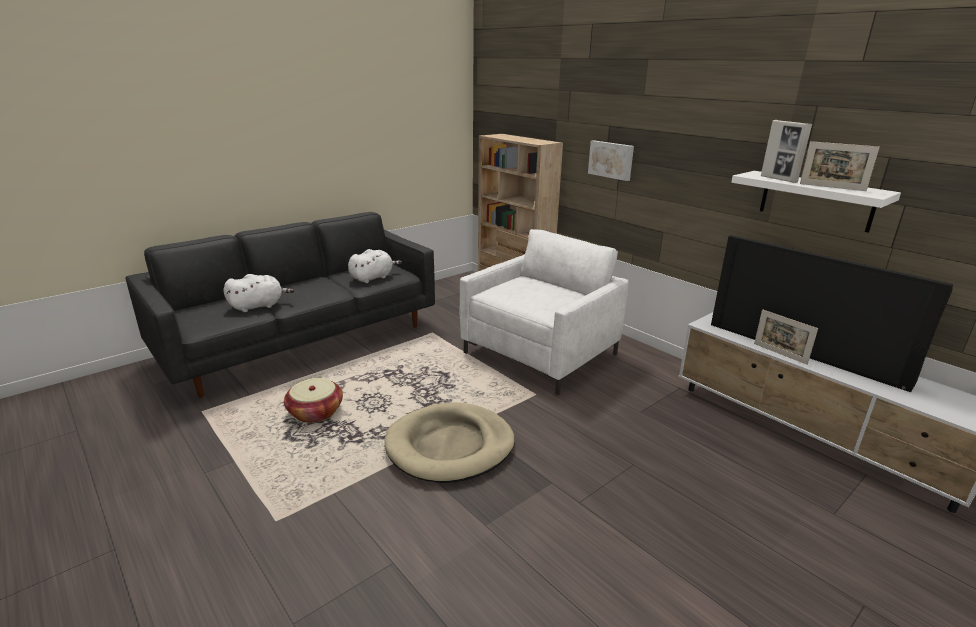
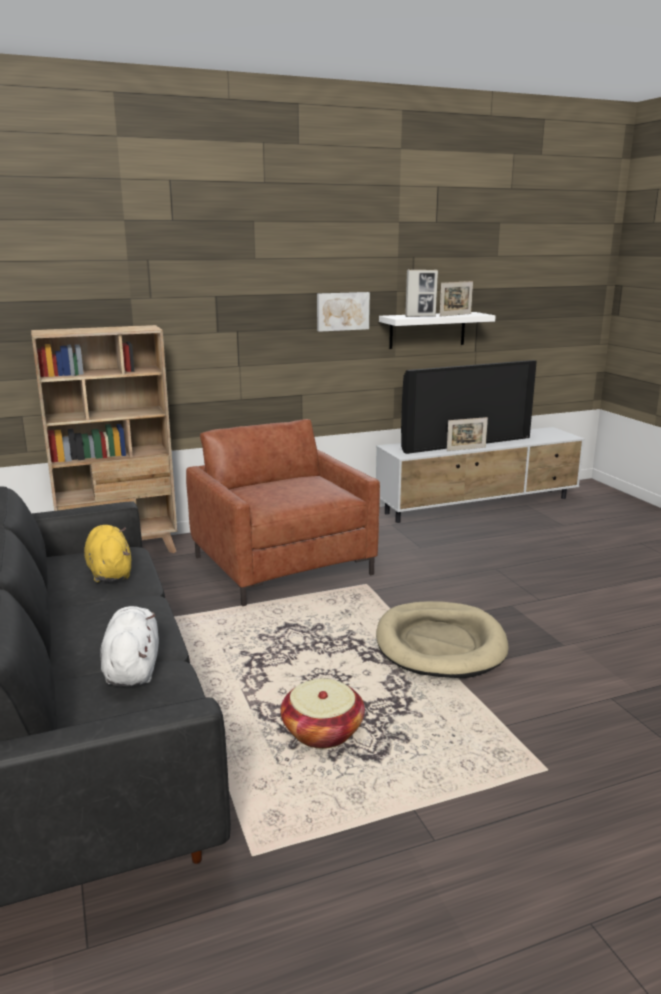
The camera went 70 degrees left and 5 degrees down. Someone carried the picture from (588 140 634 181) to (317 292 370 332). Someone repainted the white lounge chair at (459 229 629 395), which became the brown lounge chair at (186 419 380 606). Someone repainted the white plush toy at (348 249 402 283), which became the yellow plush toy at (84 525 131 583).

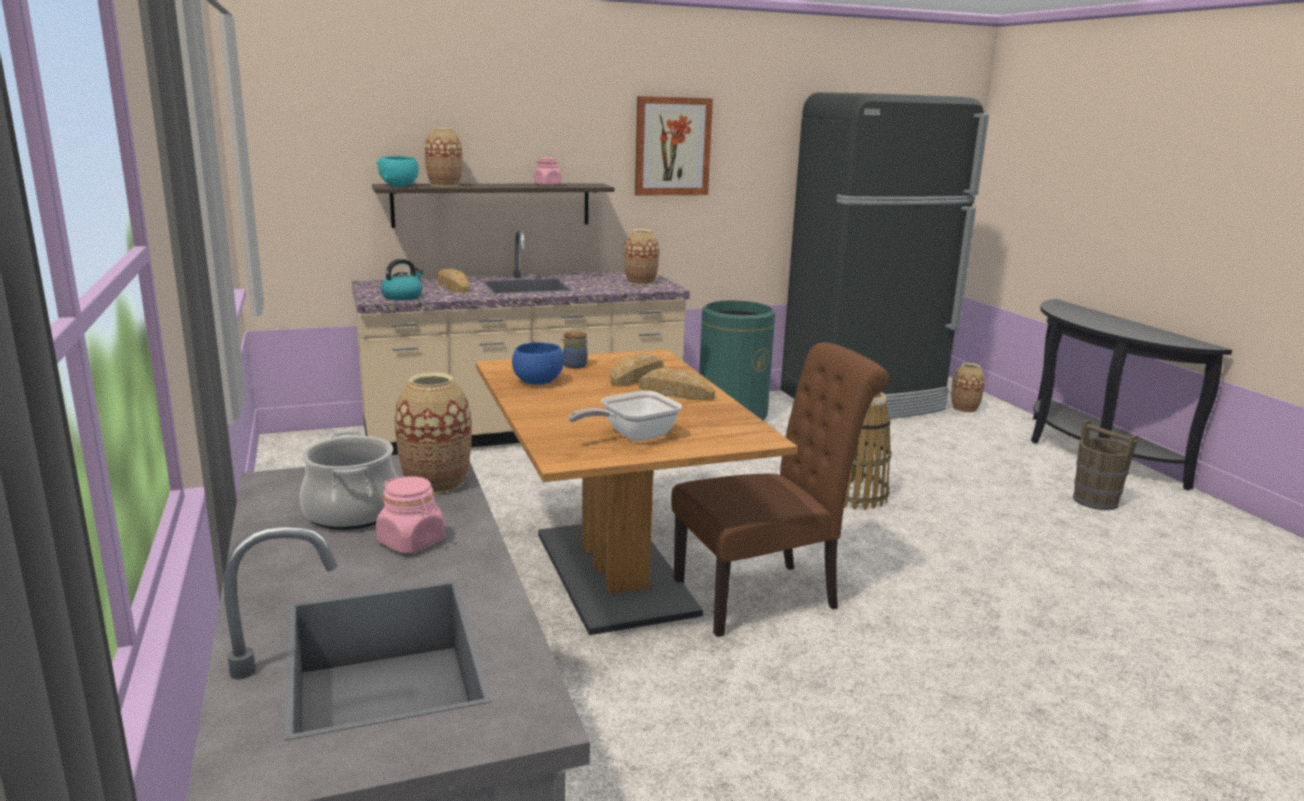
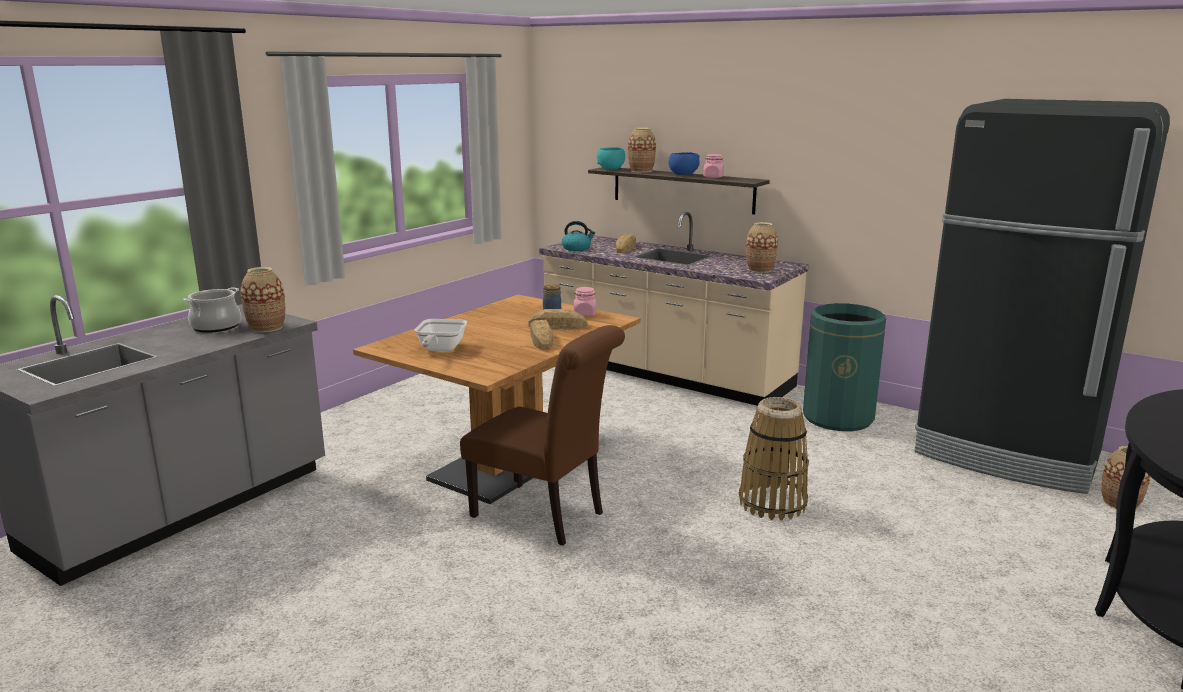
The camera went 55 degrees right and 0 degrees up. Someone took away the picture at (635 96 713 196). Someone carried the blue serving bowl from (512 342 564 385) to (669 152 700 175). Someone rotated the pan at (568 391 682 441) by 105 degrees counterclockwise. Someone took away the brown water bucket at (1073 419 1139 510). Someone carried the pinkish preserve jar from (376 476 445 554) to (574 287 596 316).

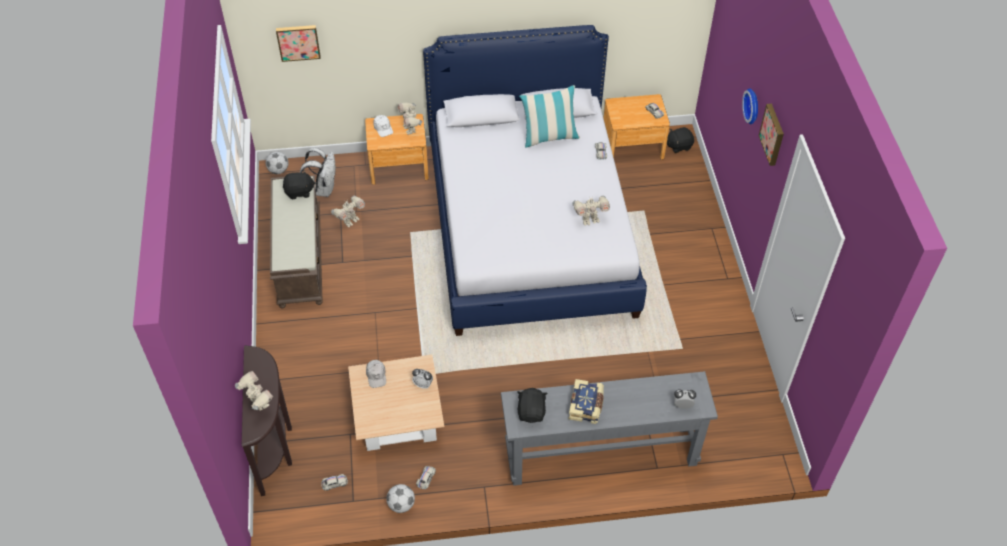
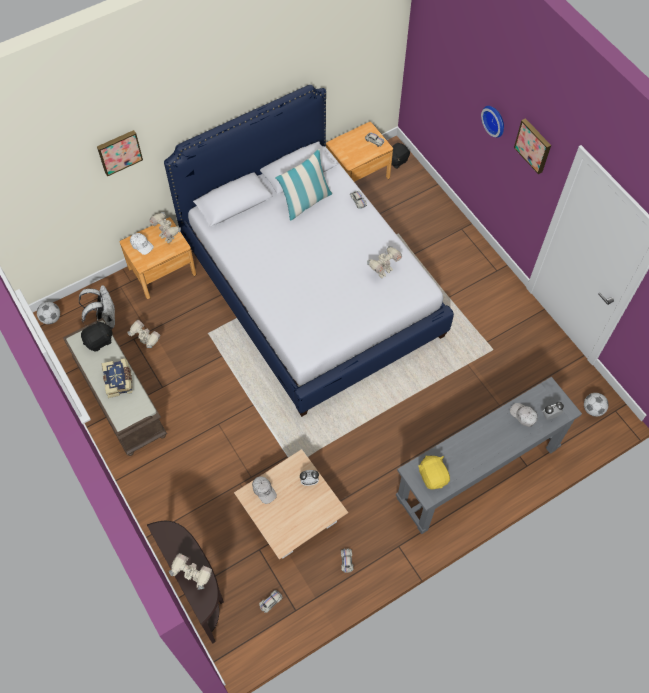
The camera went 25 degrees left and 10 degrees up. Someone carried the picture from (276 25 321 62) to (97 130 143 177). Someone rotated the model robot at (331 196 365 227) by 75 degrees counterclockwise. Someone carried the volume from (569 379 604 424) to (101 358 133 398). Someone repainted the blackish plush toy at (517 388 547 423), which became the yellow plush toy at (419 455 450 489). Someone carried the football from (386 484 415 513) to (584 393 609 417). Someone put down the white peaked cap at (510 403 538 427).

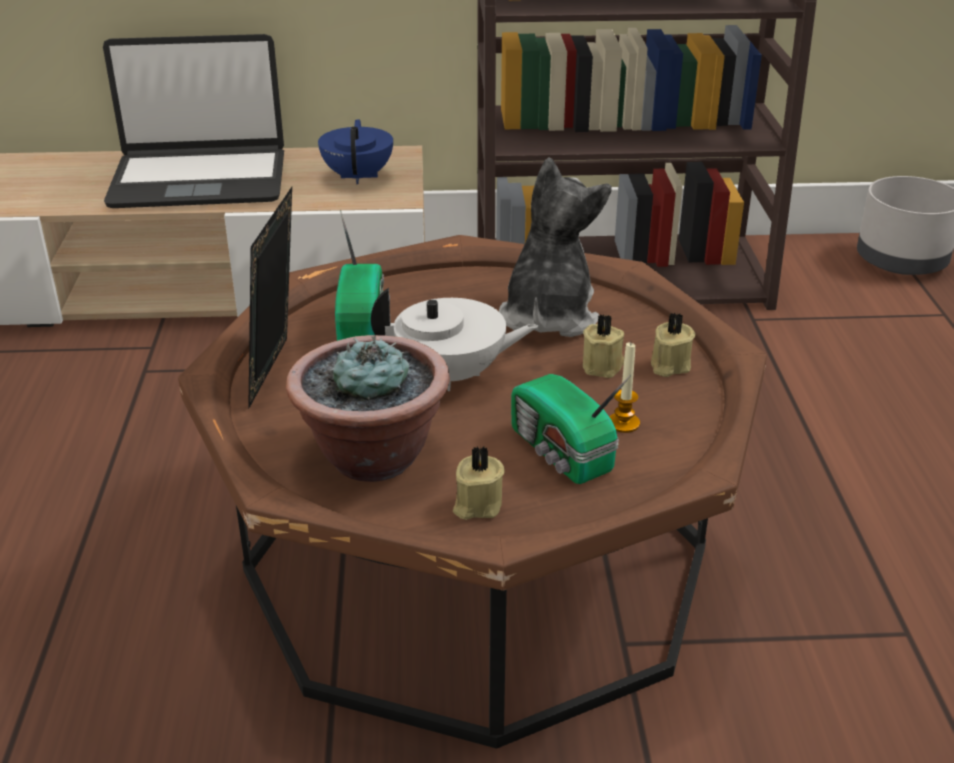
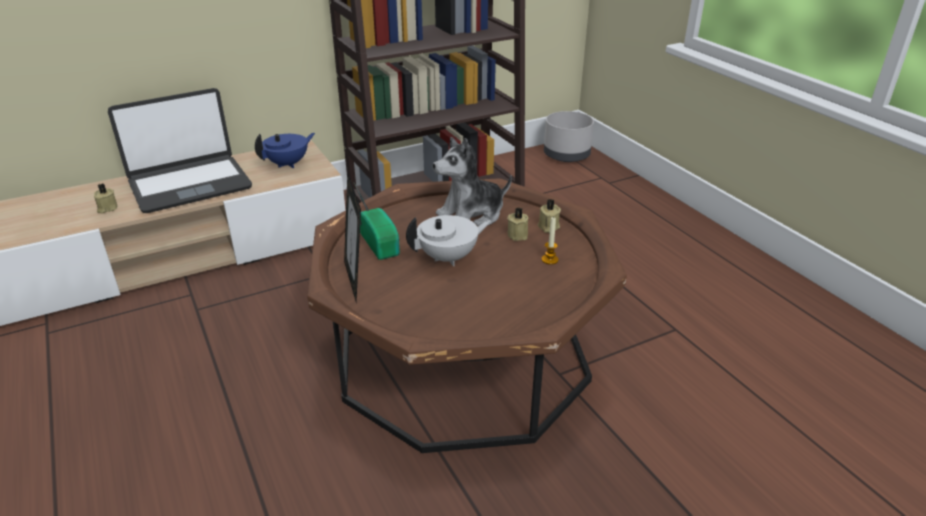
The camera went 25 degrees left and 0 degrees up. Someone rotated the blue teapot at (318 119 393 184) by 75 degrees clockwise. Someone rotated the plush toy at (499 157 612 337) by 105 degrees counterclockwise. Someone took away the plant in a pot at (286 335 450 482). Someone took away the radio receiver at (511 374 631 484). Someone carried the sand-coloured wax light from (453 446 505 520) to (94 184 118 213).

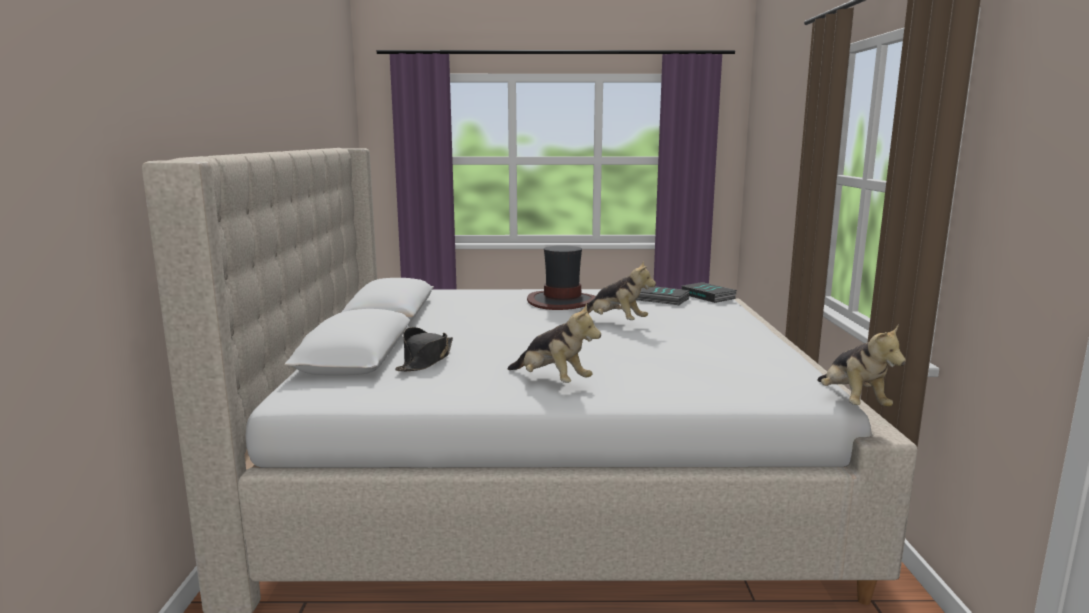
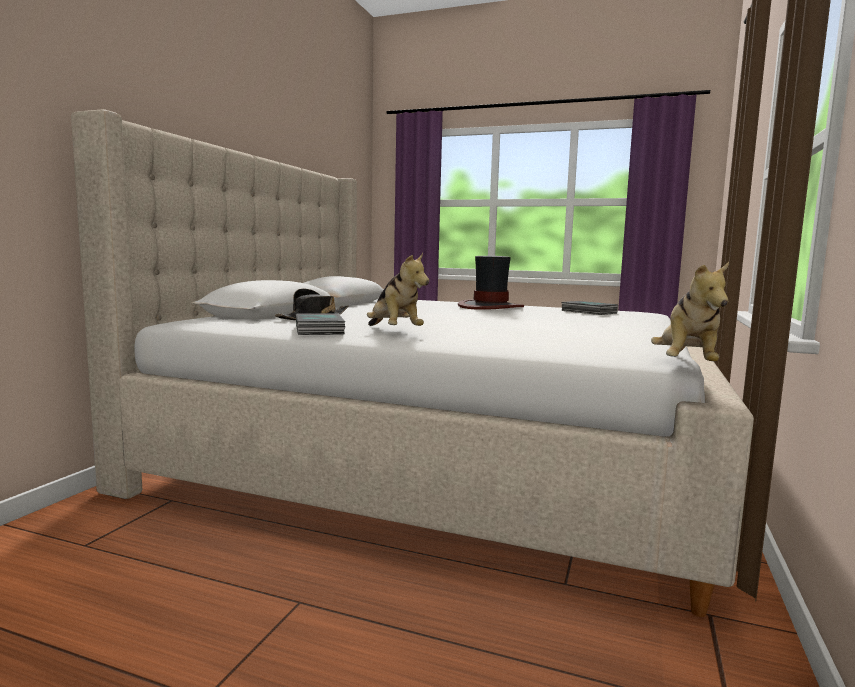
The camera went 20 degrees right and 5 degrees down. Someone took away the plush toy at (580 261 656 320). Someone carried the volume from (681 282 737 303) to (296 314 345 335).

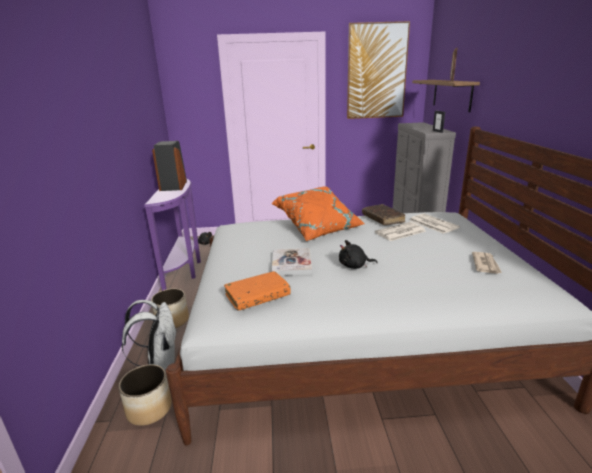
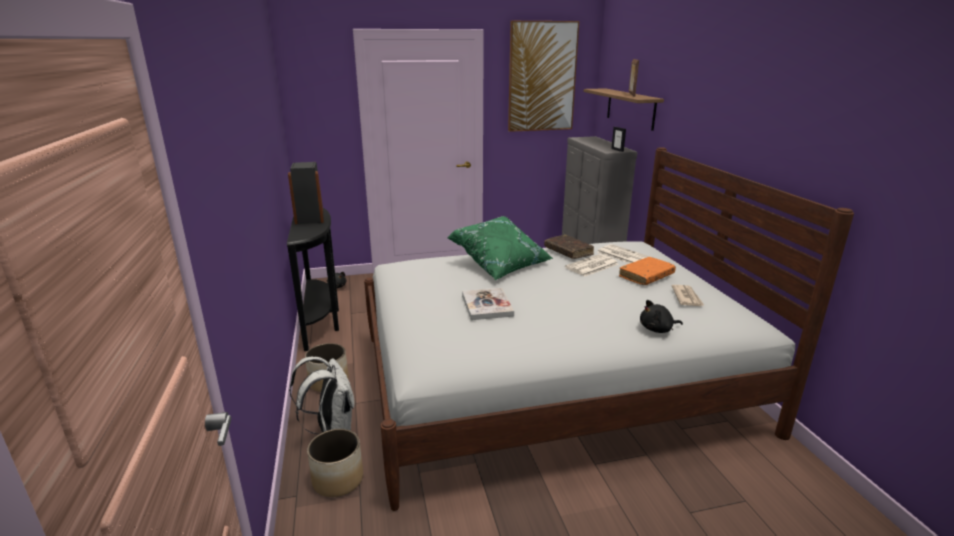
The camera went 10 degrees left and 0 degrees up. Someone repainted the purplish console table at (144 179 201 291), which became the blackish console table at (287 208 339 351). Someone repainted the orange cushion at (271 186 364 241), which became the greenish cushion at (448 216 553 280). Someone carried the blackish plush toy from (339 240 378 269) to (640 300 683 333). Someone carried the orange volume from (224 271 291 311) to (619 257 676 285).

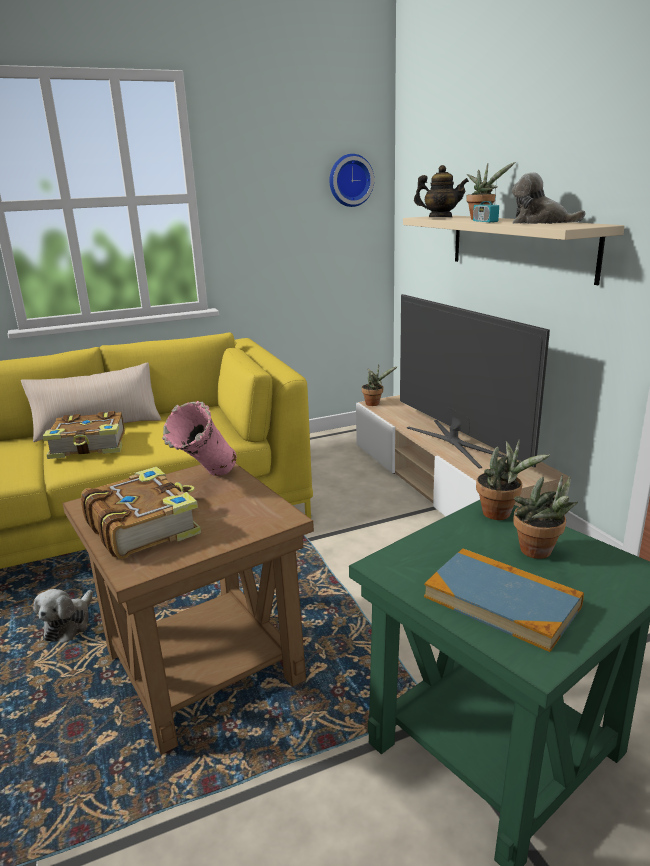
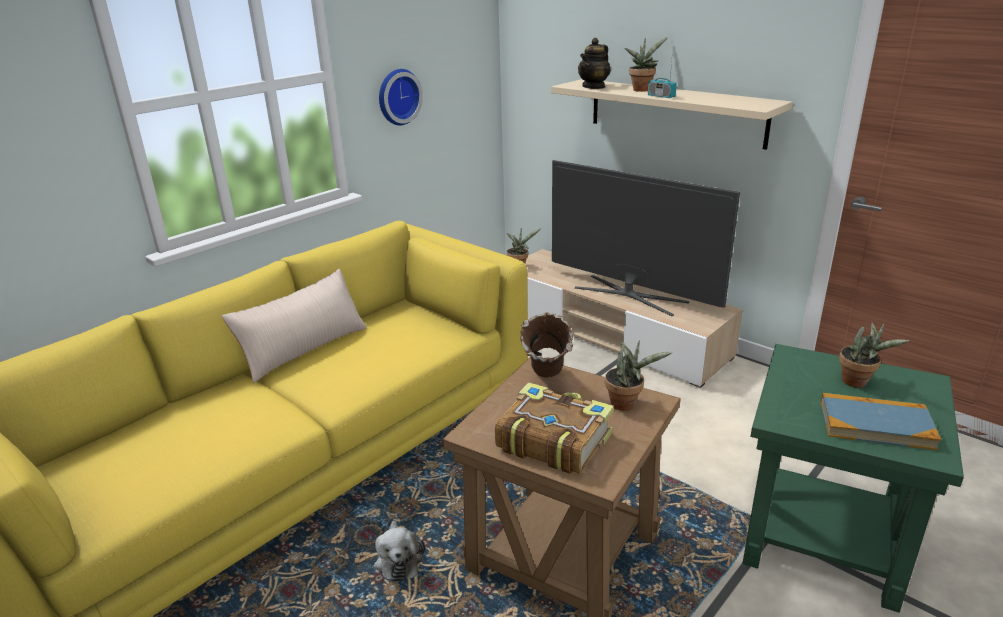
The camera went 25 degrees left and 5 degrees up. Someone carried the hanging clock from (329 154 374 207) to (379 69 423 125). Someone rotated the teapot at (414 165 469 217) by 135 degrees clockwise. Someone took away the plush toy at (512 172 585 224). Someone repainted the pinkish vase at (162 401 237 476), which became the brown vase at (520 313 573 378). Someone took away the volume at (42 411 125 459). Someone carried the plant in a pot from (476 439 550 520) to (605 340 672 411).

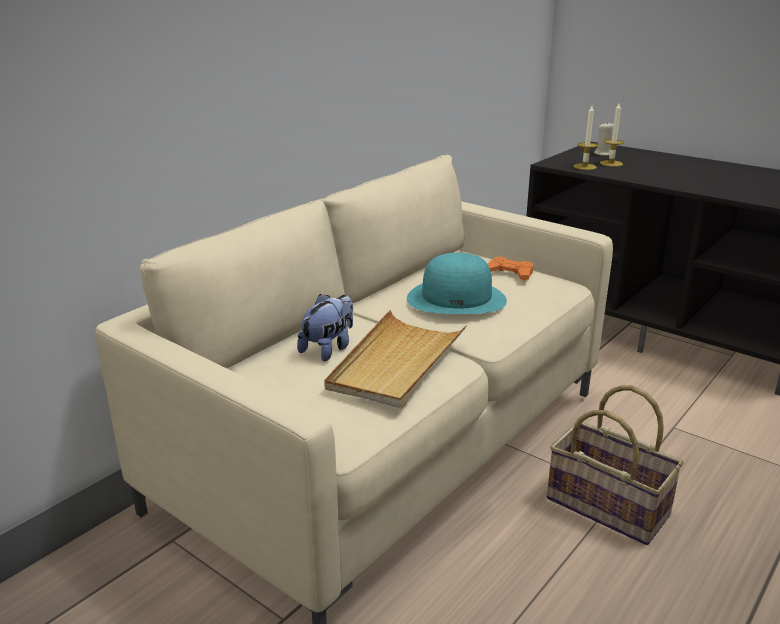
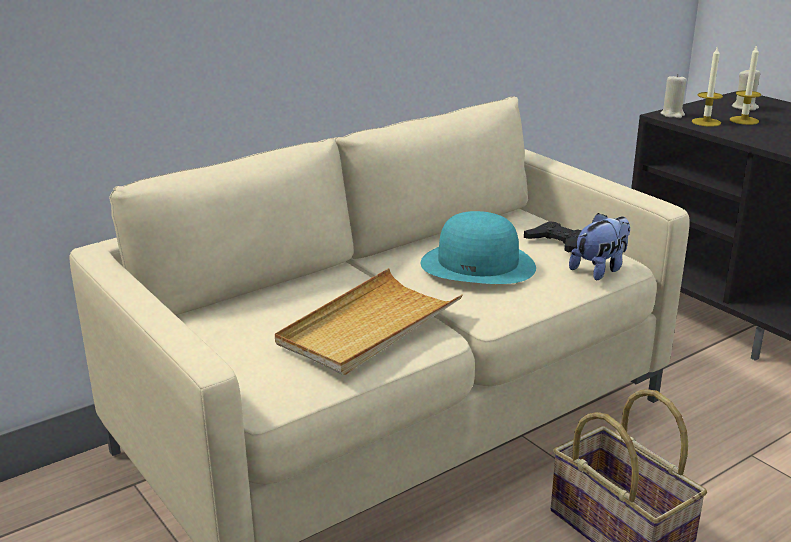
The camera went 15 degrees right and 0 degrees up. Someone repainted the orange joypad at (488 257 533 280), which became the blackish joypad at (524 221 582 252). Someone carried the plush toy from (297 294 353 361) to (569 213 630 280). Someone put down the sand-coloured wax light at (661 74 687 118).

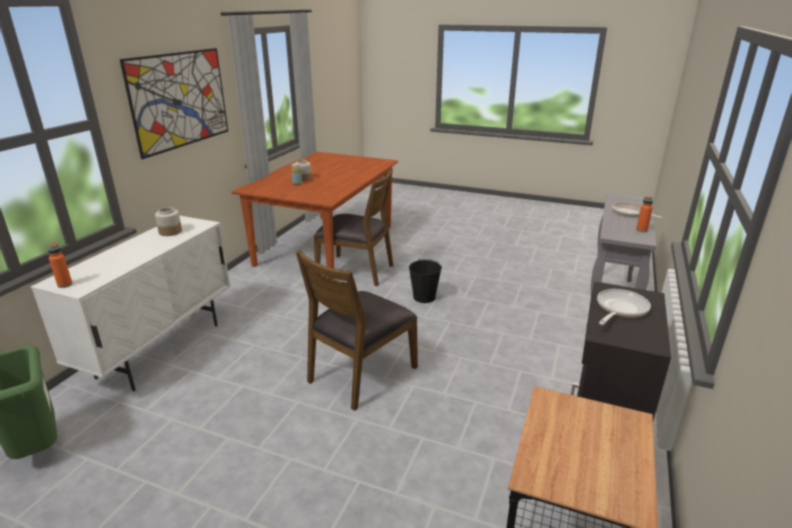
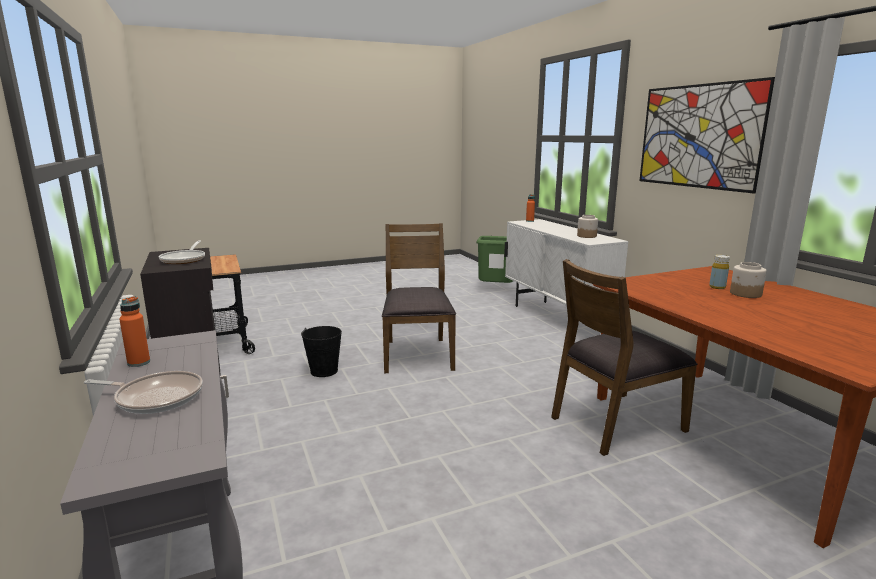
The camera went 135 degrees right and 10 degrees down. Someone carried the blackish water bucket from (409 259 442 303) to (301 326 342 377).

